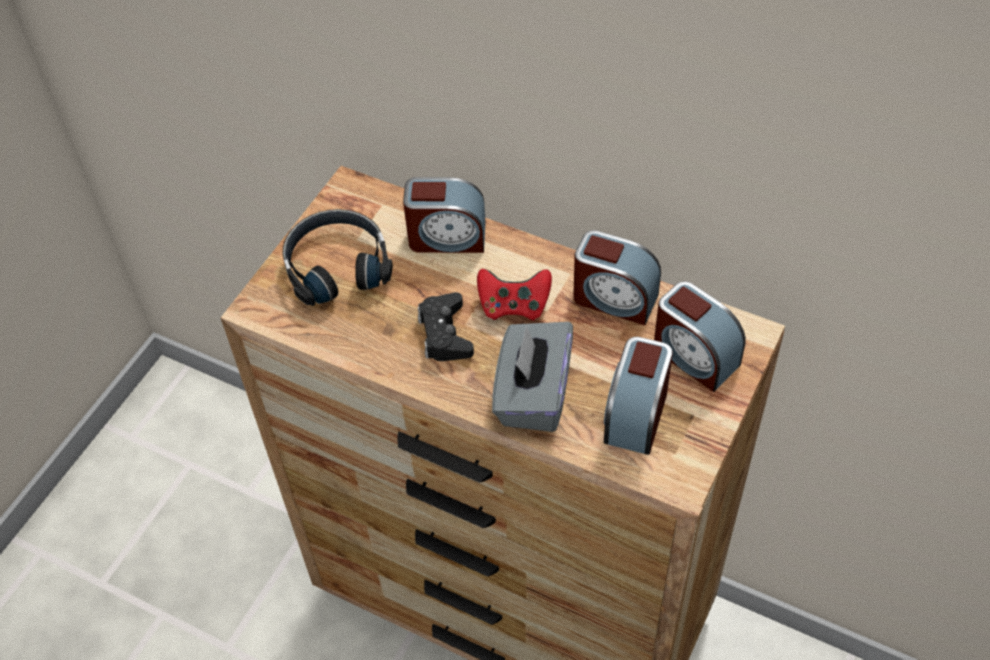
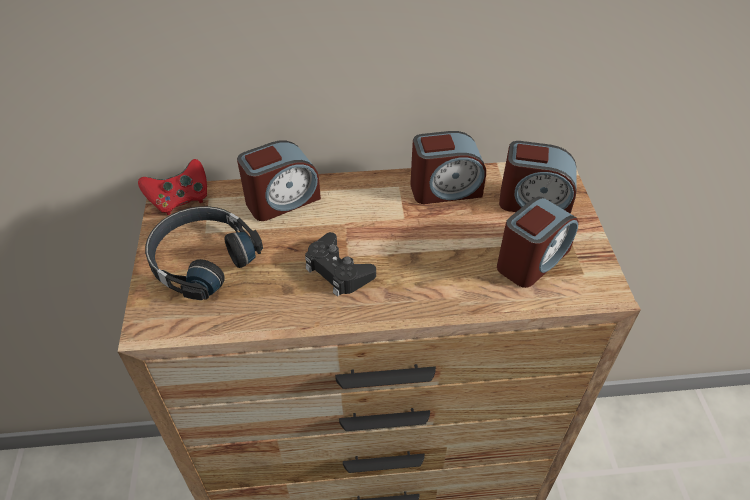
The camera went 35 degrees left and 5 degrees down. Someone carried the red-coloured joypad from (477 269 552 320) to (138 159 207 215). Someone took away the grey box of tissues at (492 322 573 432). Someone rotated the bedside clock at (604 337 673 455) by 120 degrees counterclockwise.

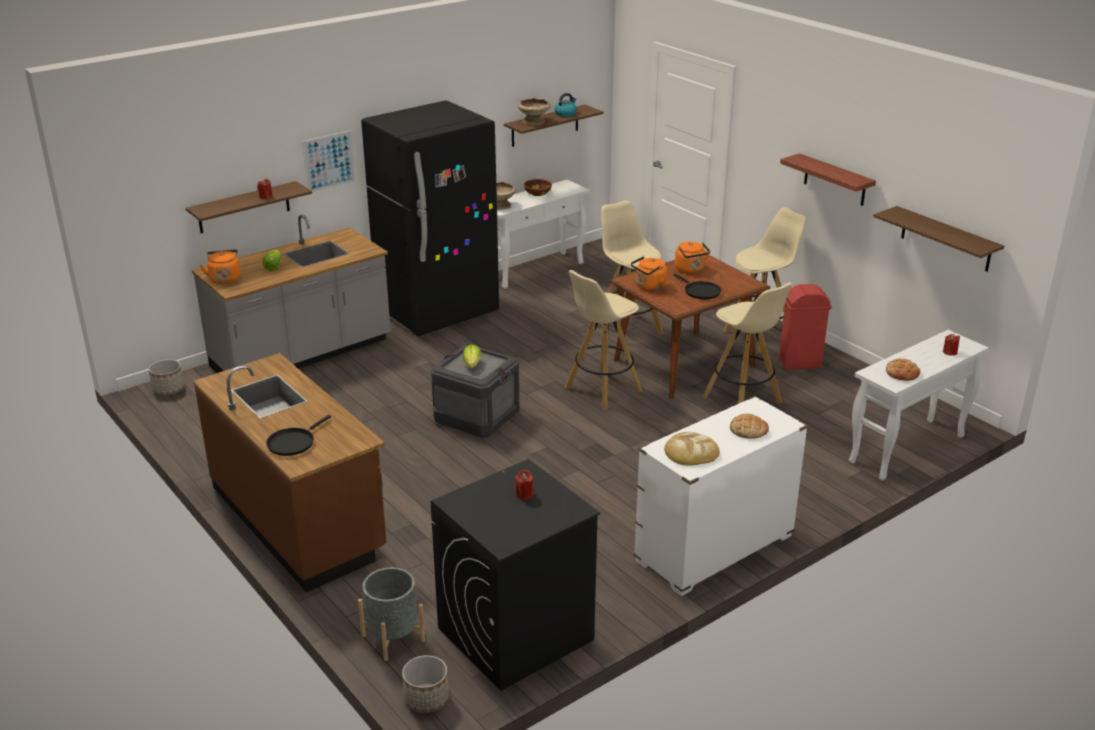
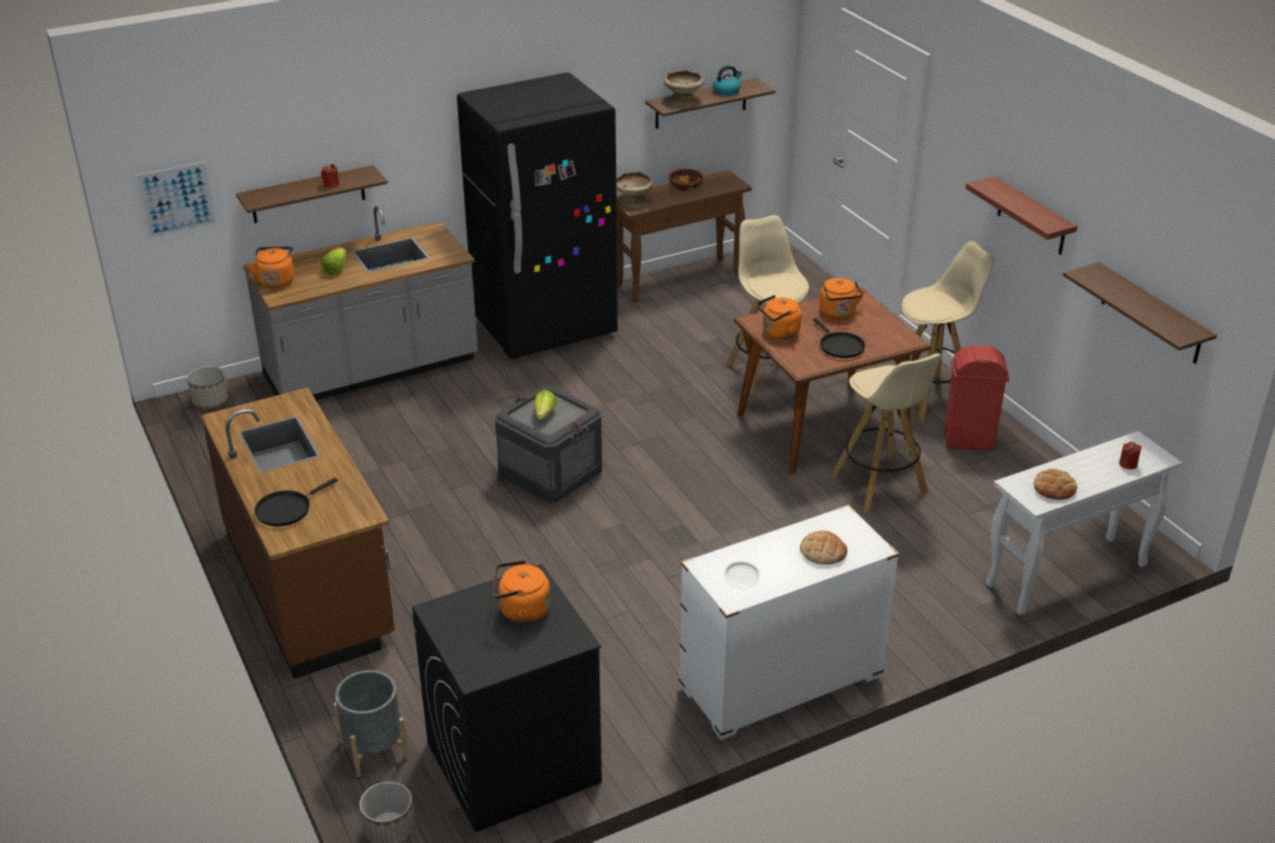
The camera went 10 degrees right and 5 degrees up. Someone carried the picture from (302 131 356 193) to (135 161 218 239). Someone repainted the white console table at (497 180 590 289), which became the brown console table at (616 170 752 302). Someone took away the sand-coloured stool seat at (565 270 643 410). Someone swapped the bakery bread at (664 432 720 466) for the white flat dish at (724 561 760 584). Someone swapped the red-coloured wax light at (515 470 534 500) for the orange water kettle at (493 560 551 623).

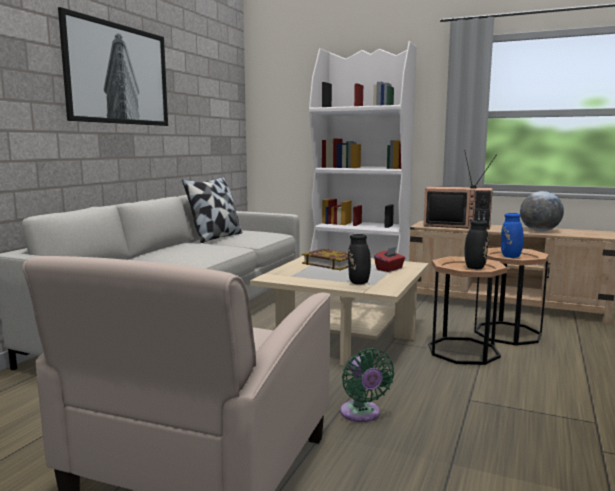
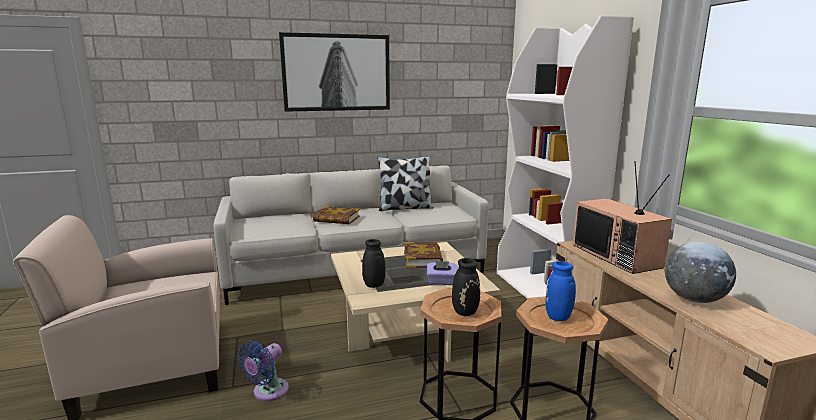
The camera went 50 degrees right and 5 degrees up. Someone repainted the red-coloured box of tissues at (374 247 405 272), which became the purplish box of tissues at (427 261 458 285). Someone repainted the greenish cooling fan at (340 348 395 422), which became the blue cooling fan at (237 340 289 401). Someone put down the volume at (313 206 360 224).

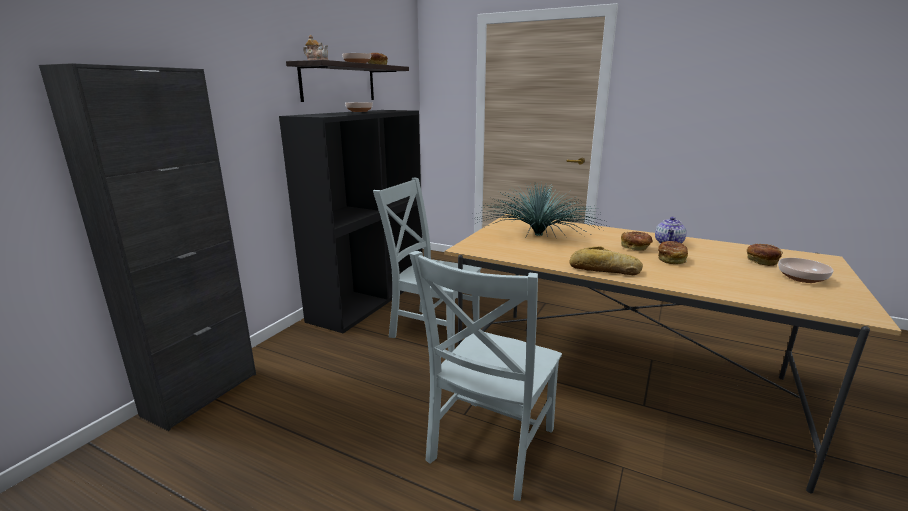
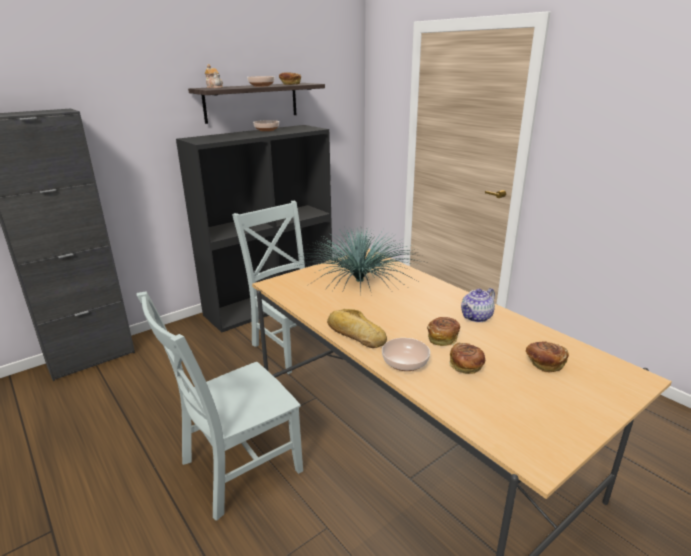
The camera went 25 degrees right and 5 degrees up. Someone carried the bakery bread from (621 231 653 251) to (449 343 485 374). Someone carried the serving bowl from (778 258 834 283) to (382 338 430 371).

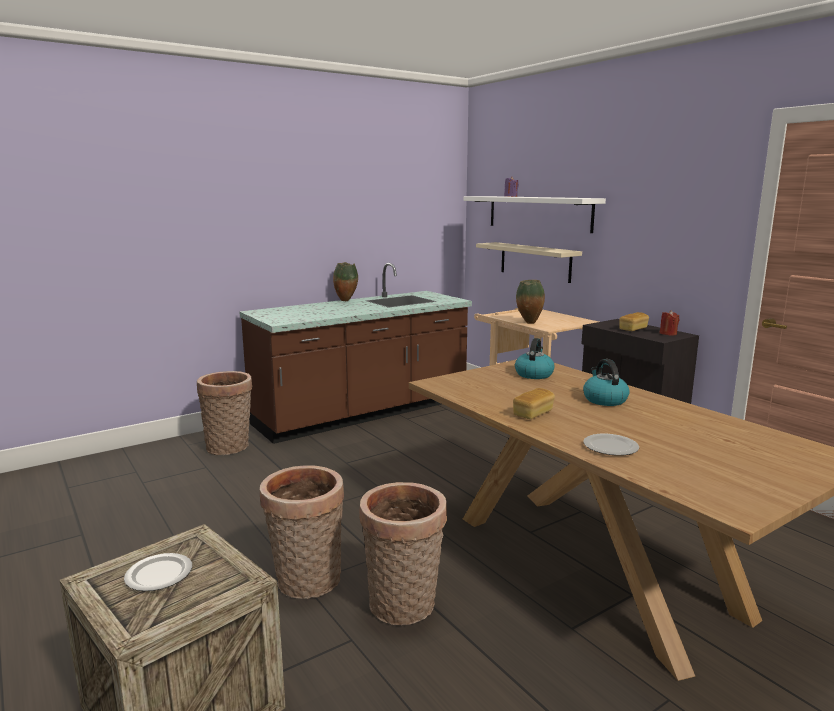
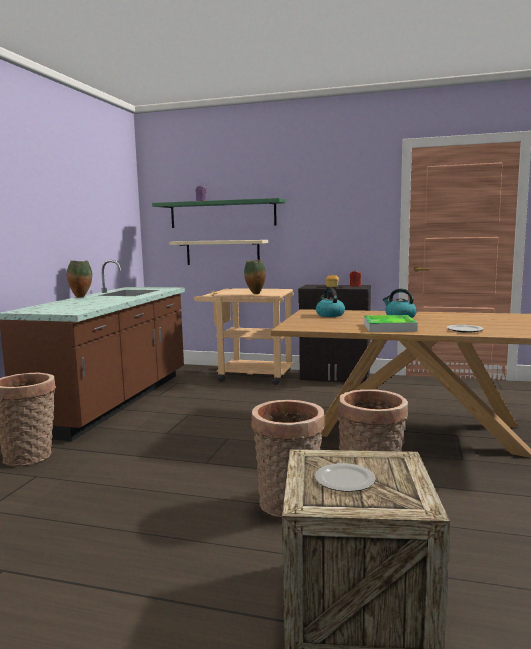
The camera went 40 degrees left and 5 degrees down. Someone repainted the white bracket shelf at (463 196 606 233), which became the greenish bracket shelf at (152 198 285 228). Someone swapped the bakery bread at (513 388 555 419) for the tray at (364 315 418 332).

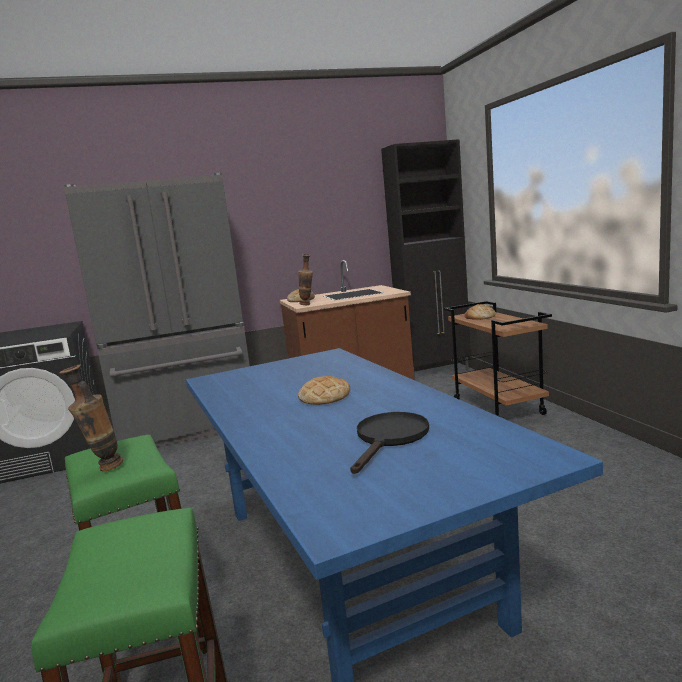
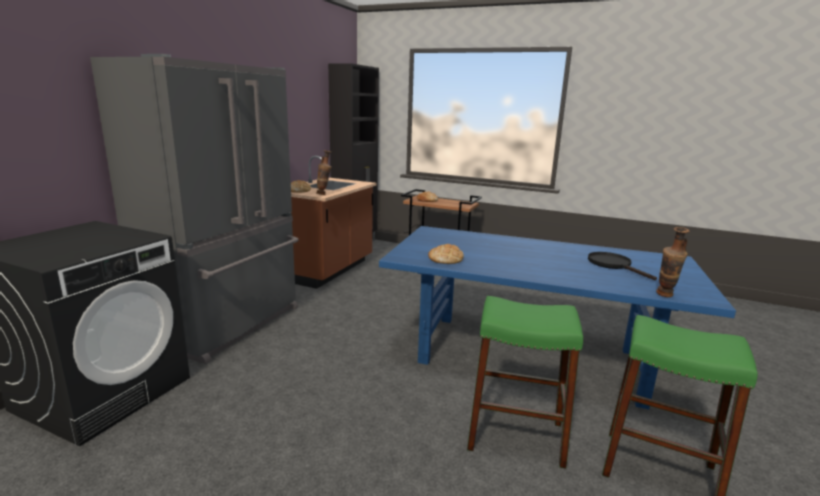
The camera went 50 degrees left and 5 degrees up. Someone carried the vase from (59 364 123 471) to (656 227 689 297). Someone carried the bakery bread from (298 376 350 405) to (428 244 464 264).

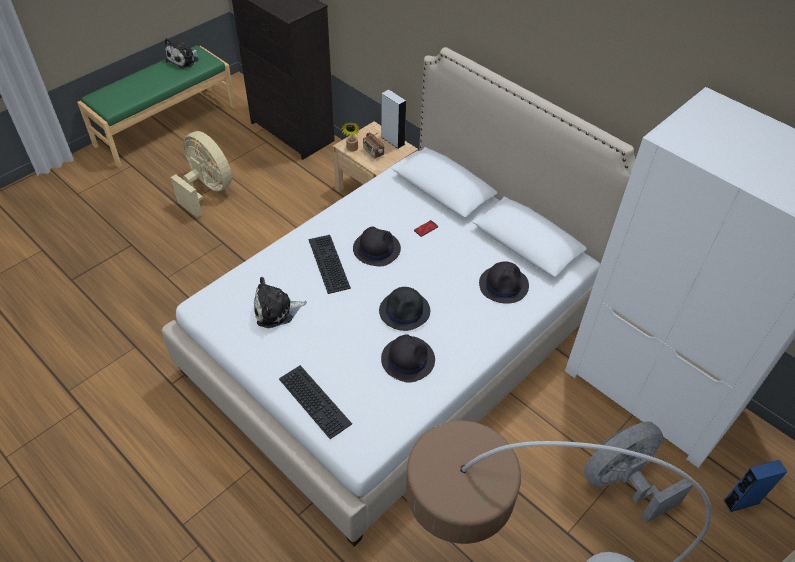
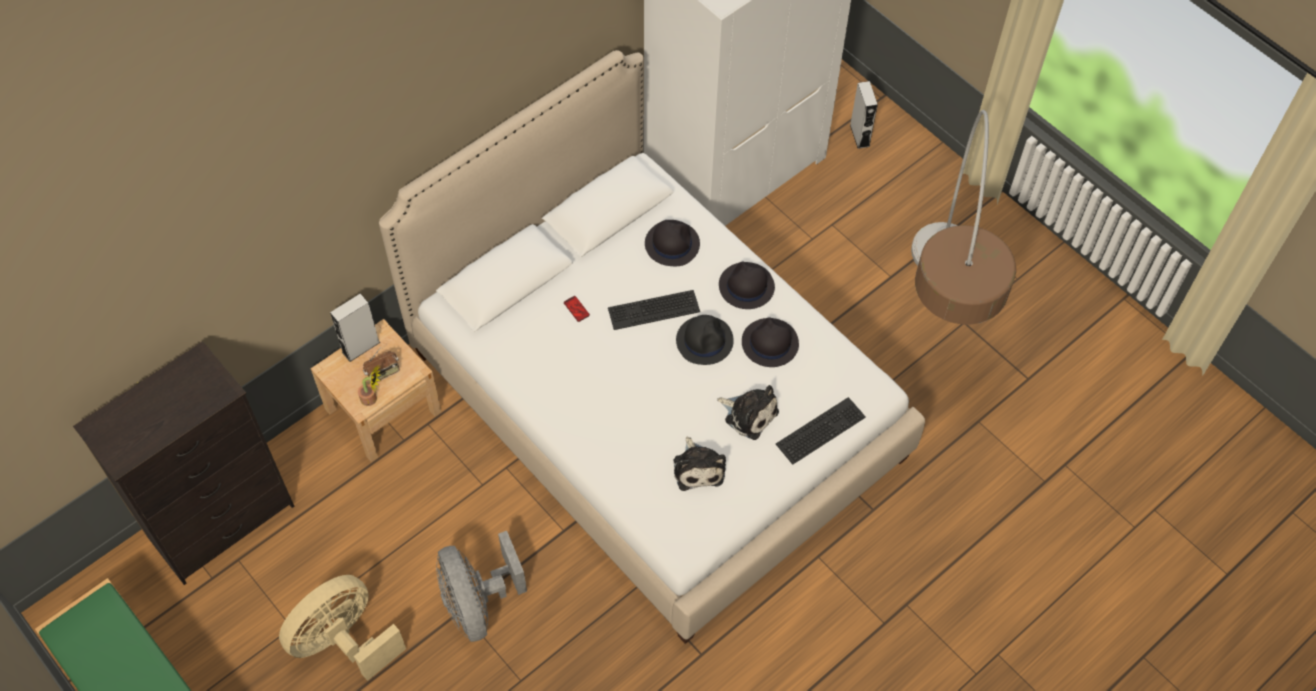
The camera went 85 degrees left and 10 degrees up. Someone carried the plush toy from (165 38 199 69) to (717 385 779 440). Someone carried the blackish hat from (353 226 401 266) to (719 262 775 309). Someone carried the keyboard from (309 235 351 294) to (608 290 700 330). Someone carried the grey cooling fan from (584 421 693 522) to (436 531 527 642). Someone repainted the blue speaker at (723 460 787 512), which became the grey speaker at (850 81 878 149).

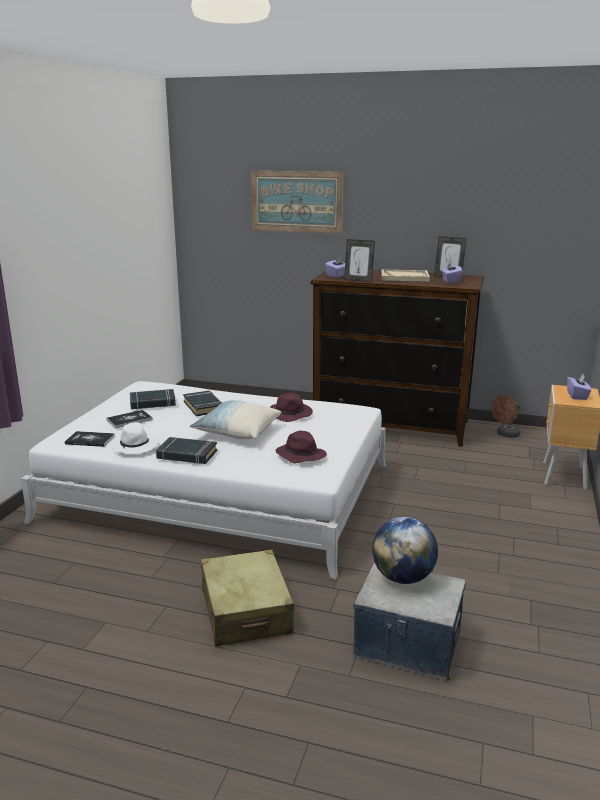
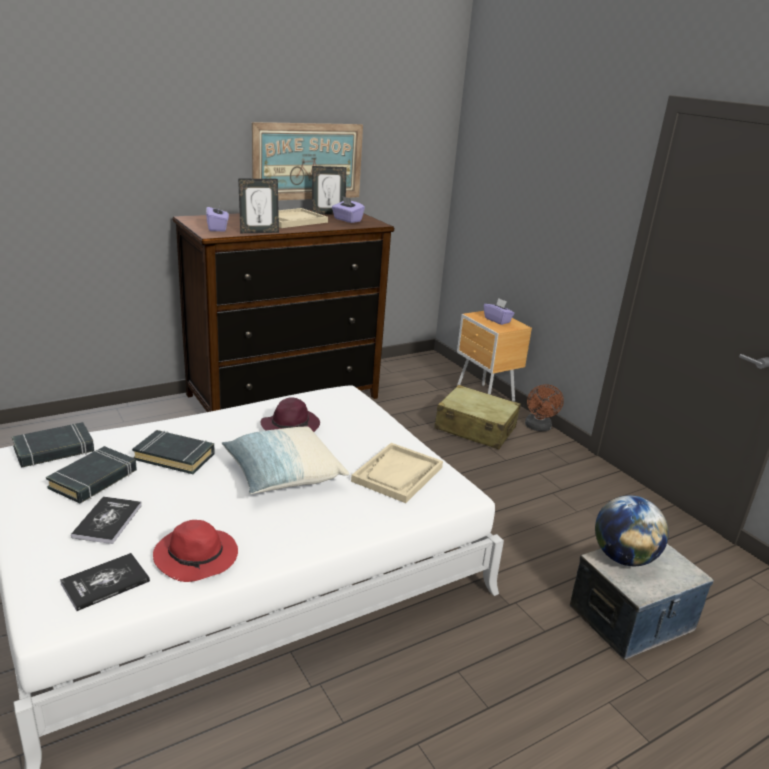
The camera went 50 degrees left and 5 degrees up. Someone carried the picture from (251 171 343 234) to (252 122 363 200). Someone carried the brown cooling fan from (491 395 521 438) to (525 384 564 431). Someone repainted the white hat at (111 422 159 454), which became the red-coloured hat at (153 520 238 582). Someone swapped the purplish hat at (276 431 327 463) for the sand-coloured tray at (351 443 443 503). Someone carried the blackish volume from (156 437 217 464) to (12 422 94 468). Someone carried the sand-coloured piece of luggage from (201 549 294 647) to (434 385 521 449).

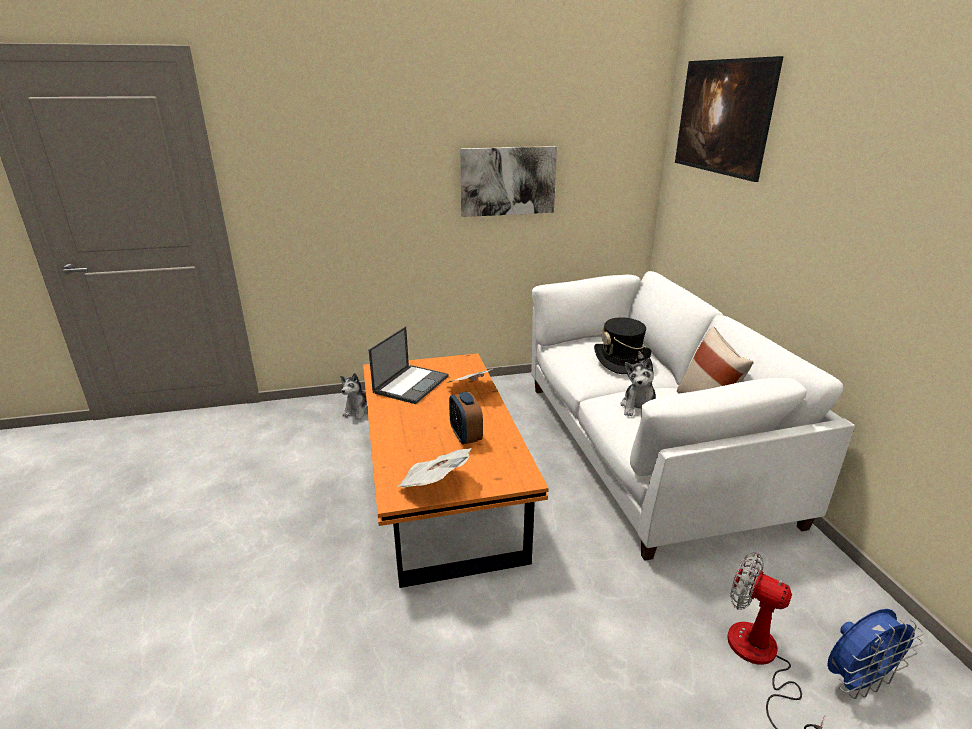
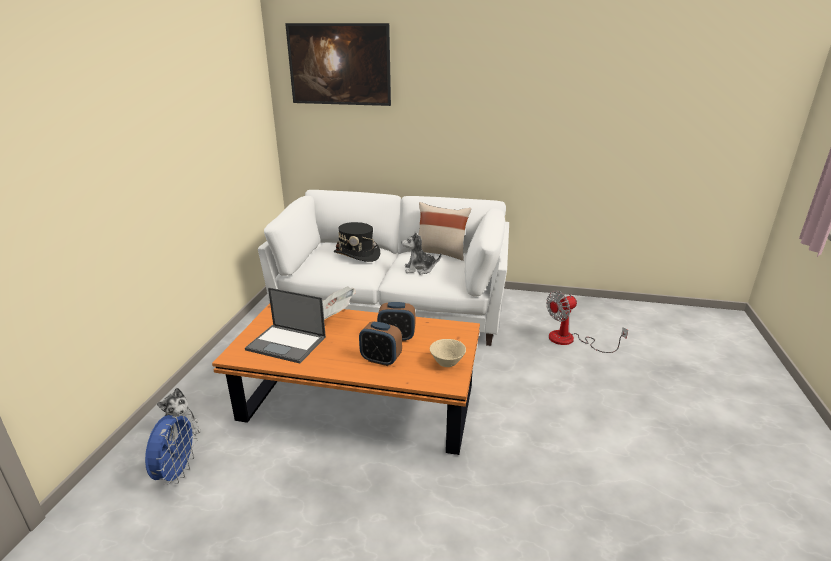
The camera went 65 degrees left and 0 degrees up. Someone took away the picture at (460 146 557 217). Someone rotated the notebook computer at (369 326 449 404) by 150 degrees clockwise. Someone rotated the plush toy at (620 358 656 416) by 135 degrees clockwise. Someone swapped the daily paper at (397 448 471 488) for the sand-coloured serving bowl at (430 339 466 367). Someone carried the blue cooling fan from (827 609 924 699) to (145 412 198 485). Someone put down the bedside clock at (359 322 402 366).

